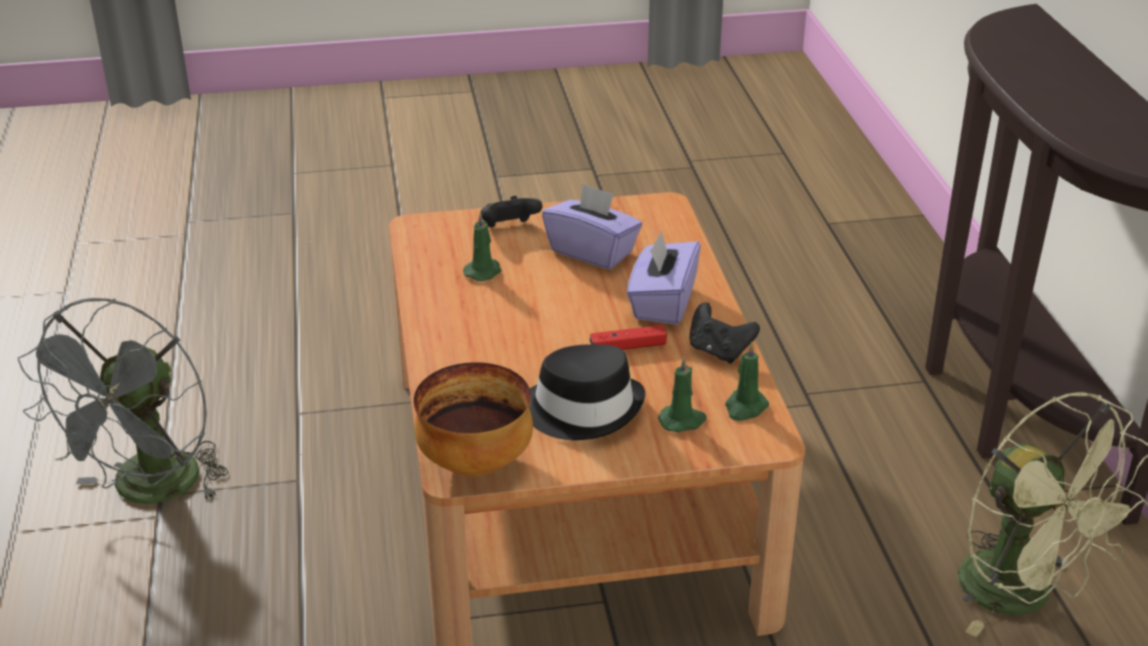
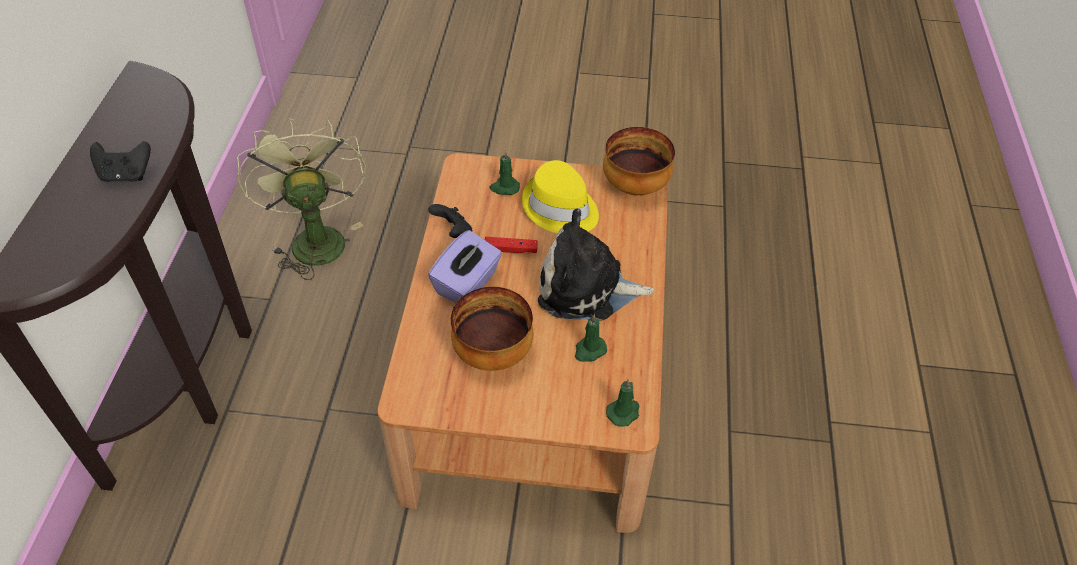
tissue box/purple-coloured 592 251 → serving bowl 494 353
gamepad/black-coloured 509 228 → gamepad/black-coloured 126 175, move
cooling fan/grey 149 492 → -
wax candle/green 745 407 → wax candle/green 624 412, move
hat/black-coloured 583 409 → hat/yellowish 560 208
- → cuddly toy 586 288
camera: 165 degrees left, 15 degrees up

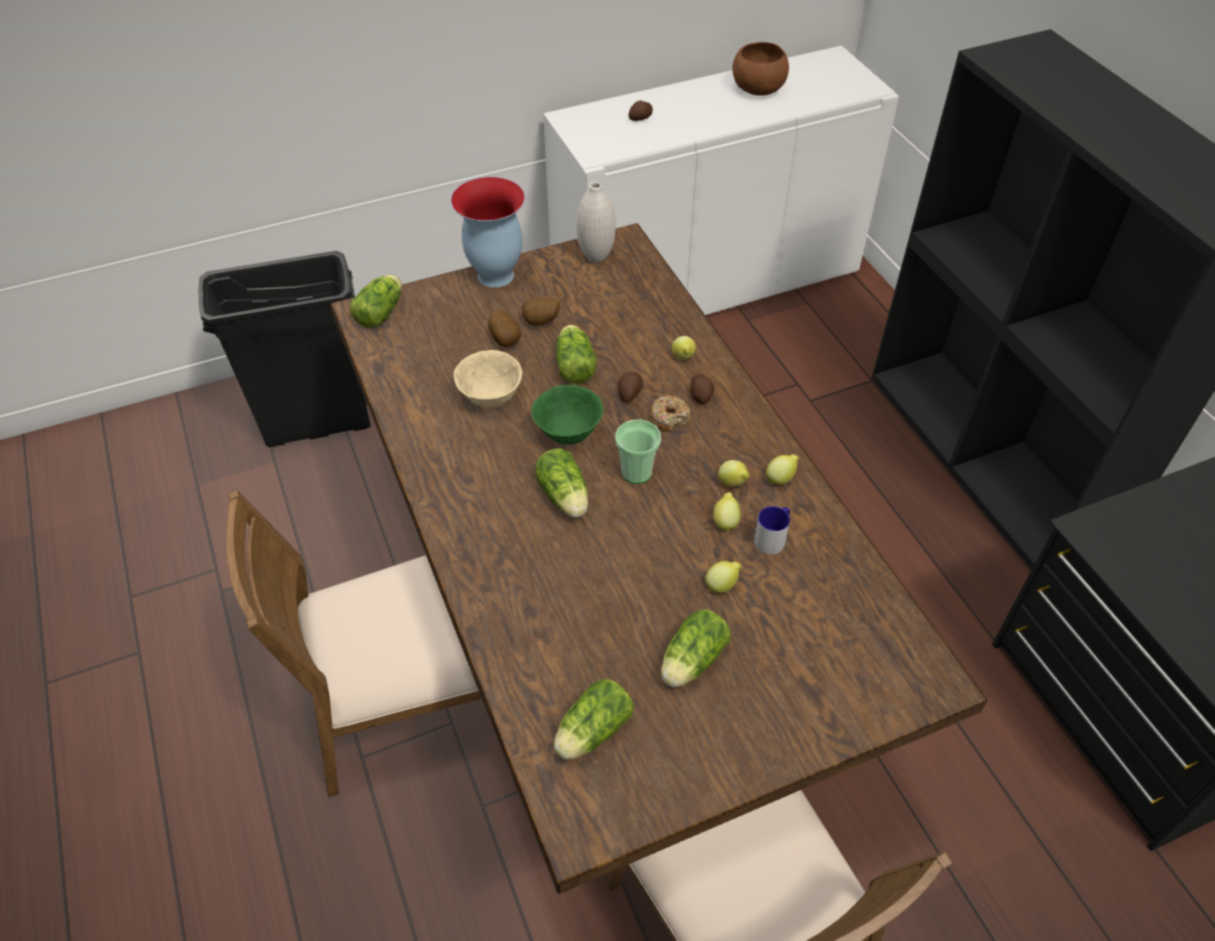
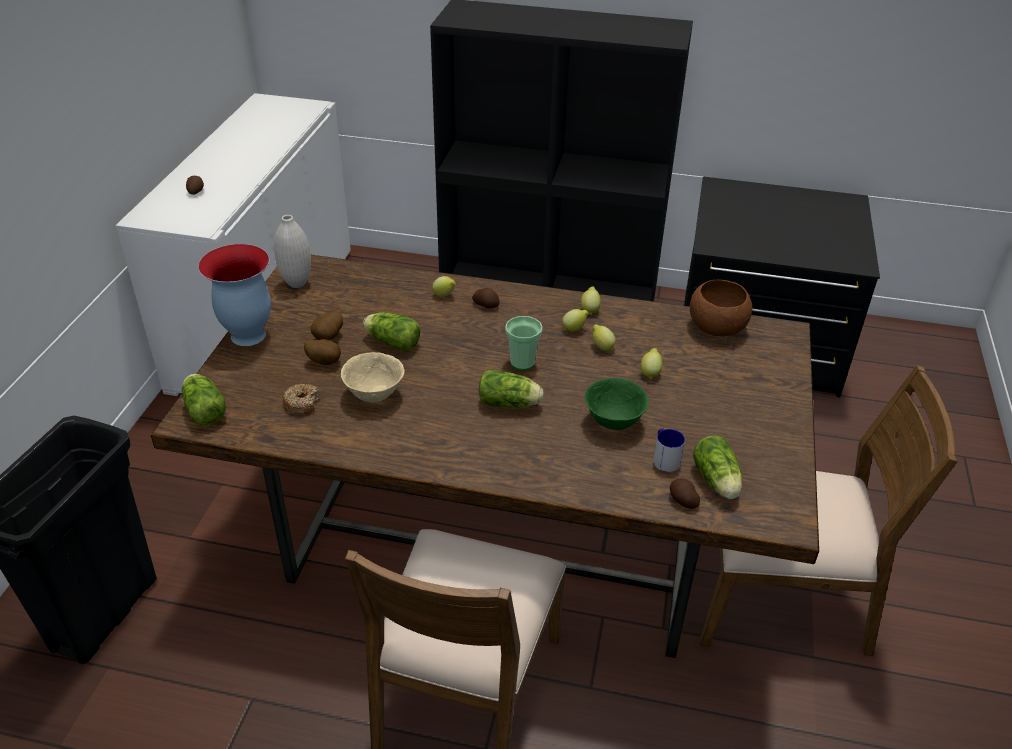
serving bowl/brown 758 89 → serving bowl/brown 717 327, move
potato 629 393 → potato 682 500, move
serving bowl/green 567 433 → serving bowl/green 613 422, move
donut 669 418 → donut 302 403, move
coffee mug 773 537 → coffee mug 664 458, move
lettuce head 690 662 → -
camera: 55 degrees left, 10 degrees down

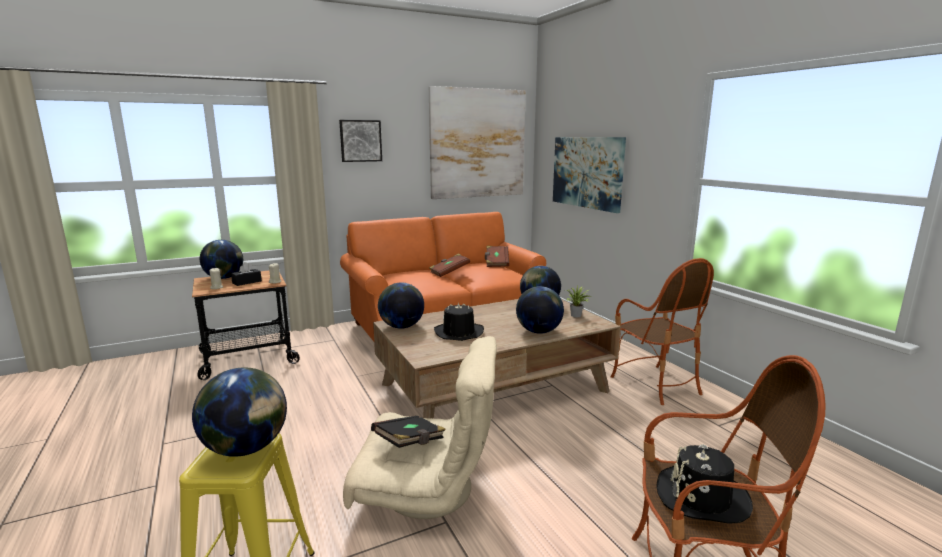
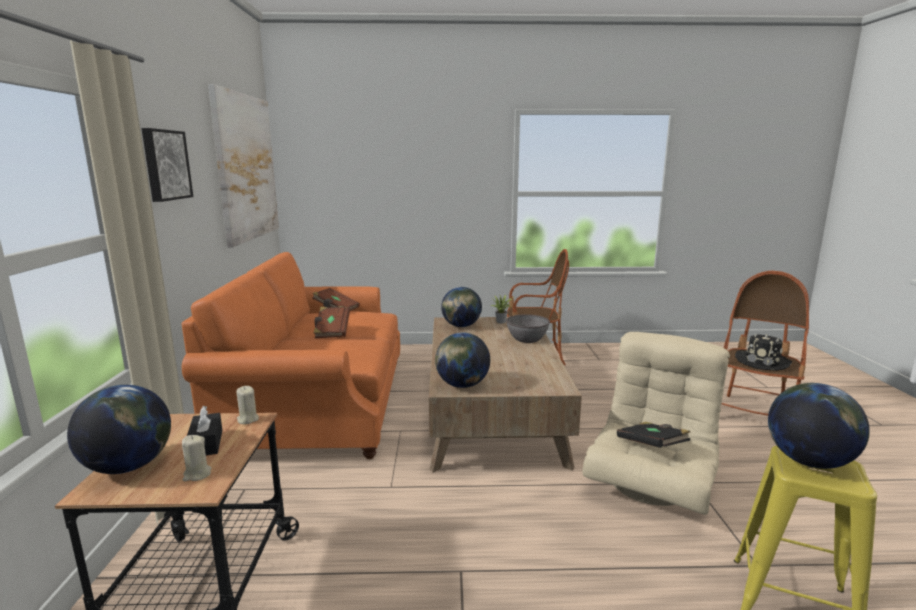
wall picture 587 172 → -
world globe 538 331 → serving bowl/grey 527 339
hat/black-coloured 458 333 → -
camera: 65 degrees left, 0 degrees up

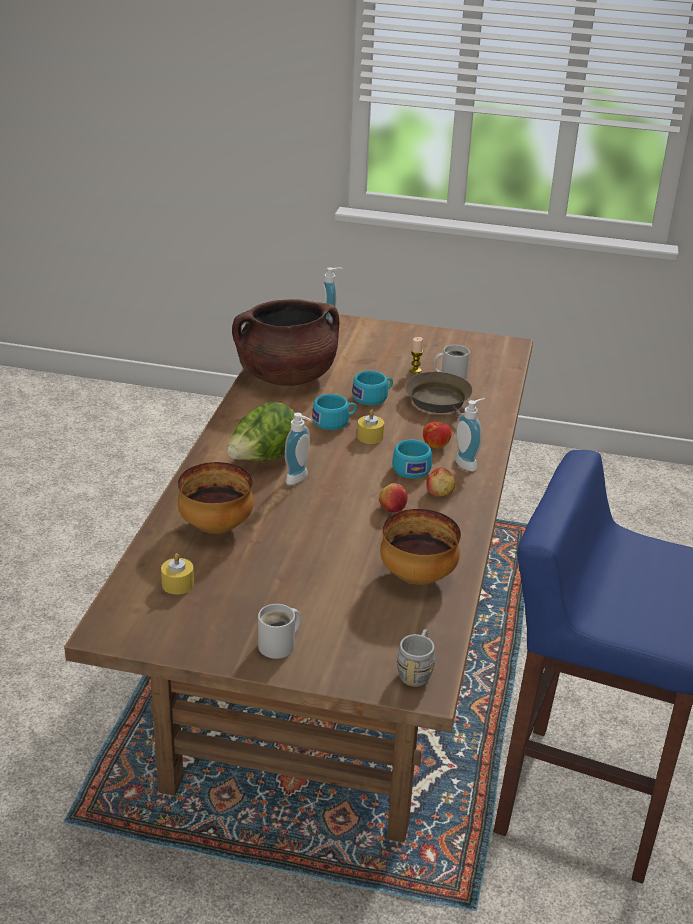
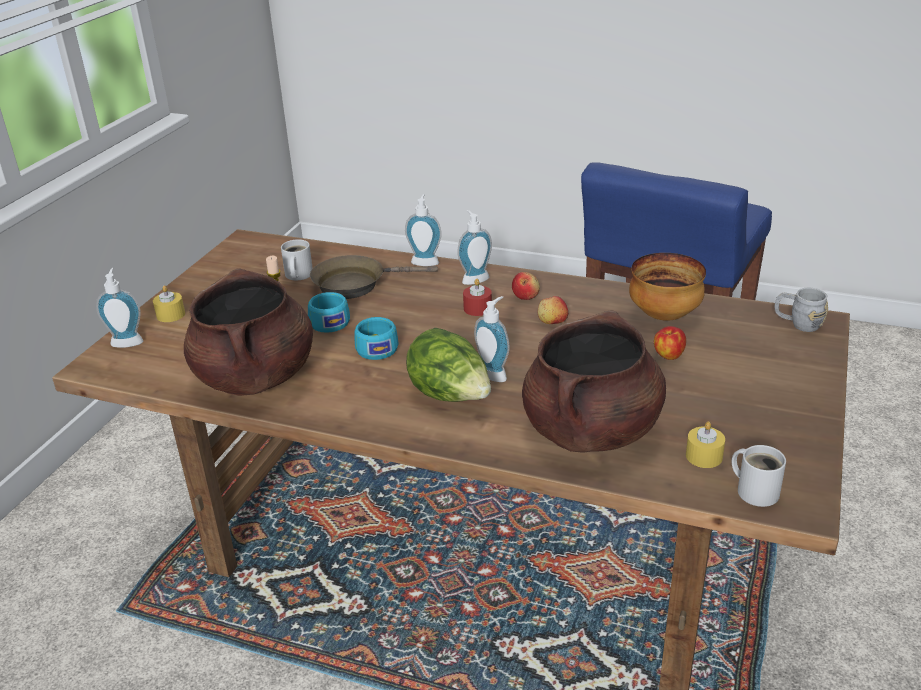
wax candle/yellowish 370 437 → wax candle/yellowish 170 315, move
whole apple 436 445 → whole apple 668 355, move
drinking cup/turquoise 410 467 → wax candle/red-coloured 477 308
serving bowl 215 527 → stockpot/brown 591 431
coffee mug/white 280 645 → coffee mug/white 755 490, move
- → soap dispenser 425 261
camera: 80 degrees left, 0 degrees up

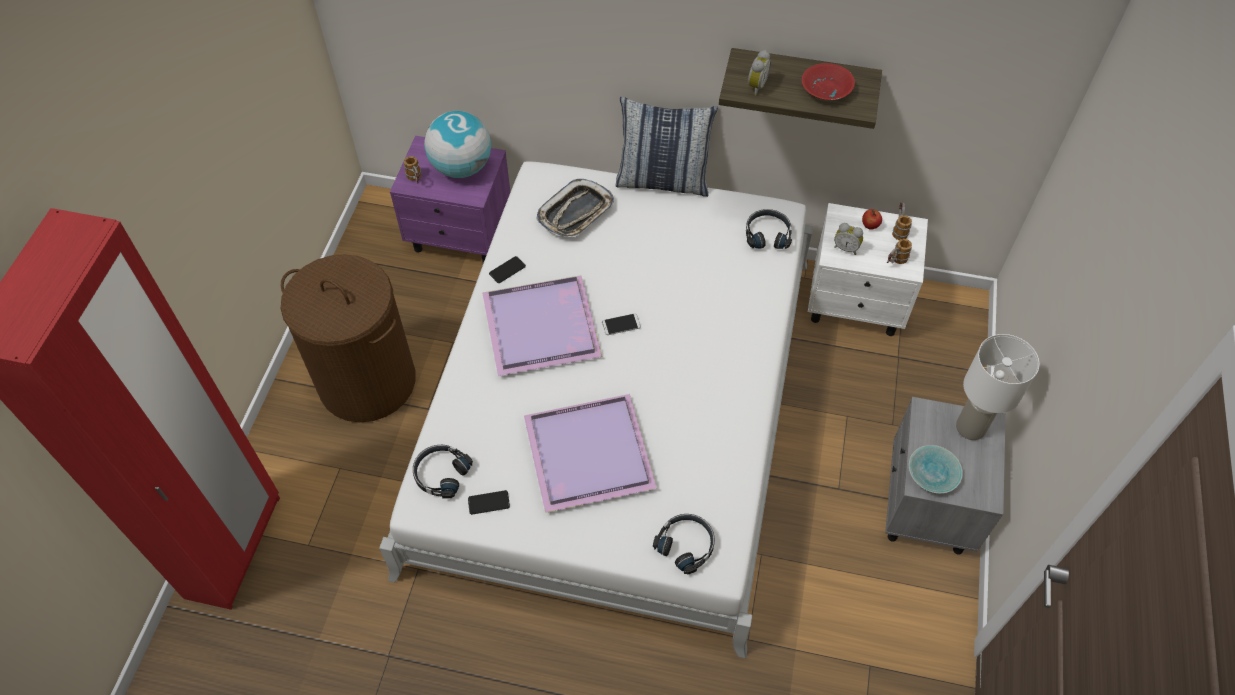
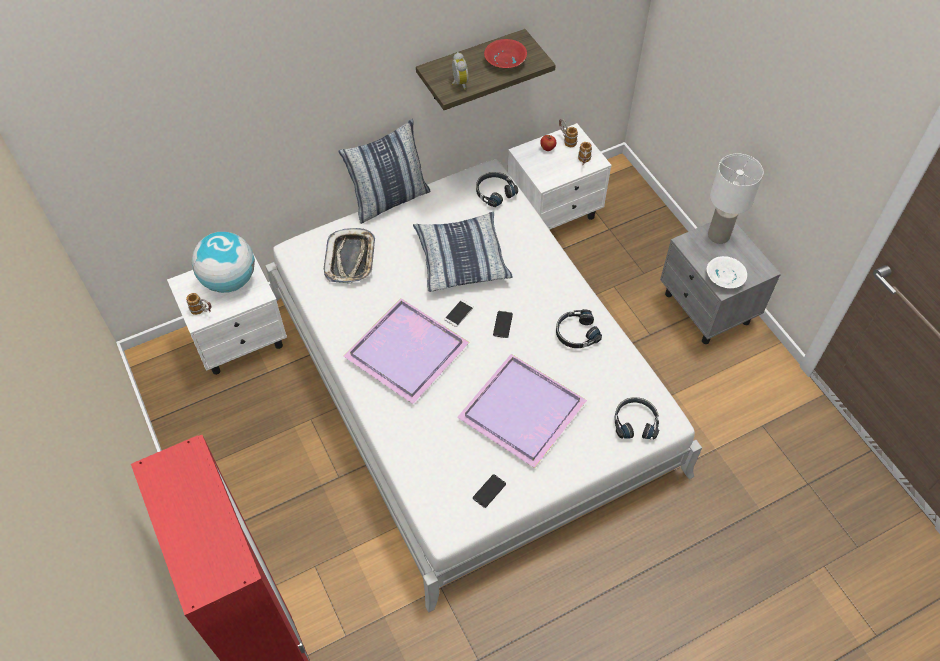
night table/purple-coloured 461 235 → night table/white 240 339
bedside clock 846 248 → -
hamper/brown 366 382 → -
telephone 507 270 → telephone 502 324, move
headphones/black-coloured 441 474 → headphones/black-coloured 576 333, move
serving bowl/turquoise 933 473 → serving bowl/white 724 276
- → cushion 461 258
camera: 40 degrees left, 0 degrees up

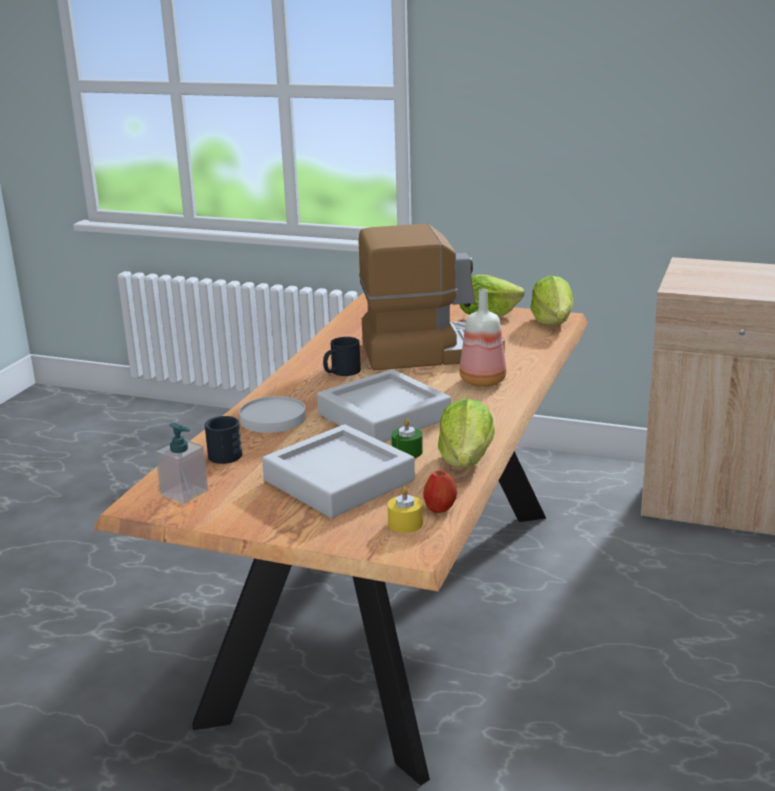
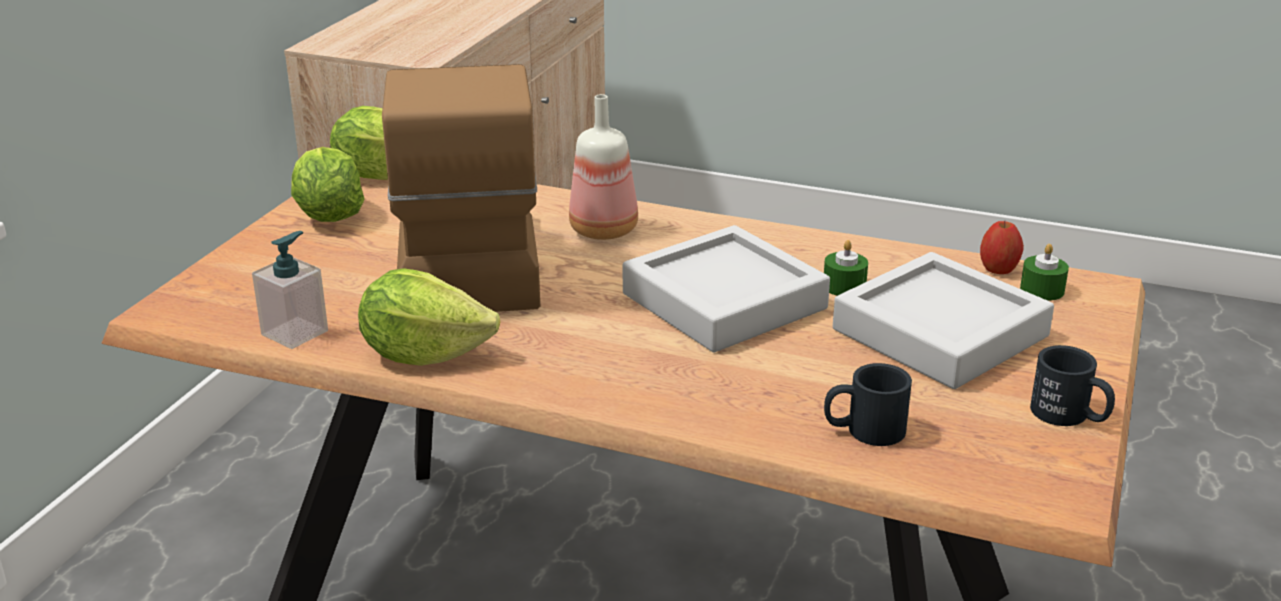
coffee mug/black-coloured 341 372 → coffee mug/black-coloured 1070 416, move
flat dish/white 272 418 → -
lettuce head 466 460 → lettuce head 424 354, move
soap dispenser 184 493 → soap dispenser 295 332, move
wax candle/yellowish 405 523 → wax candle/green 1042 290
camera: 90 degrees left, 5 degrees up

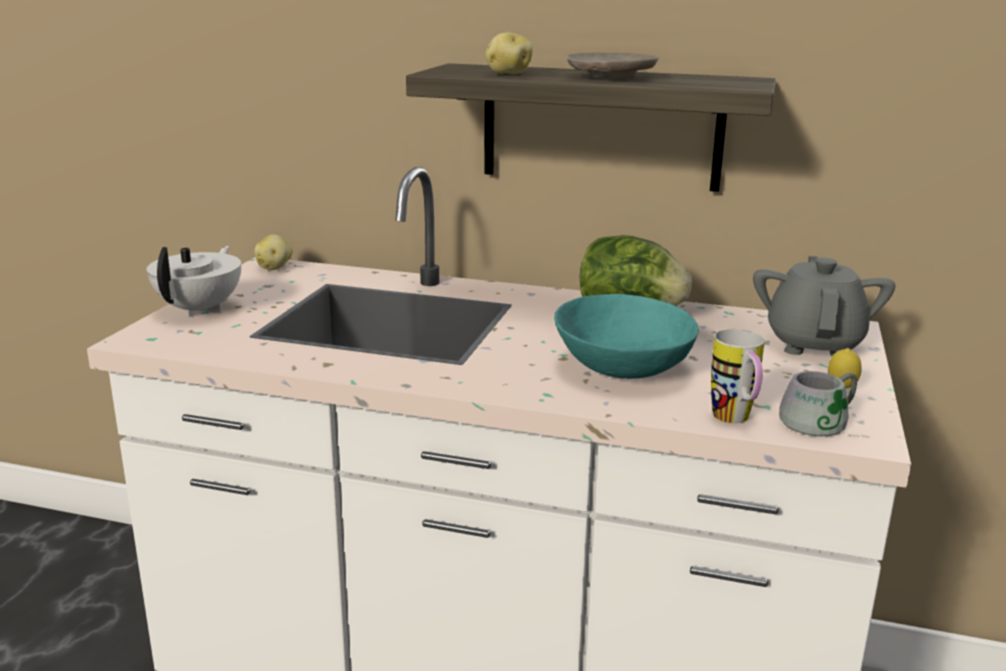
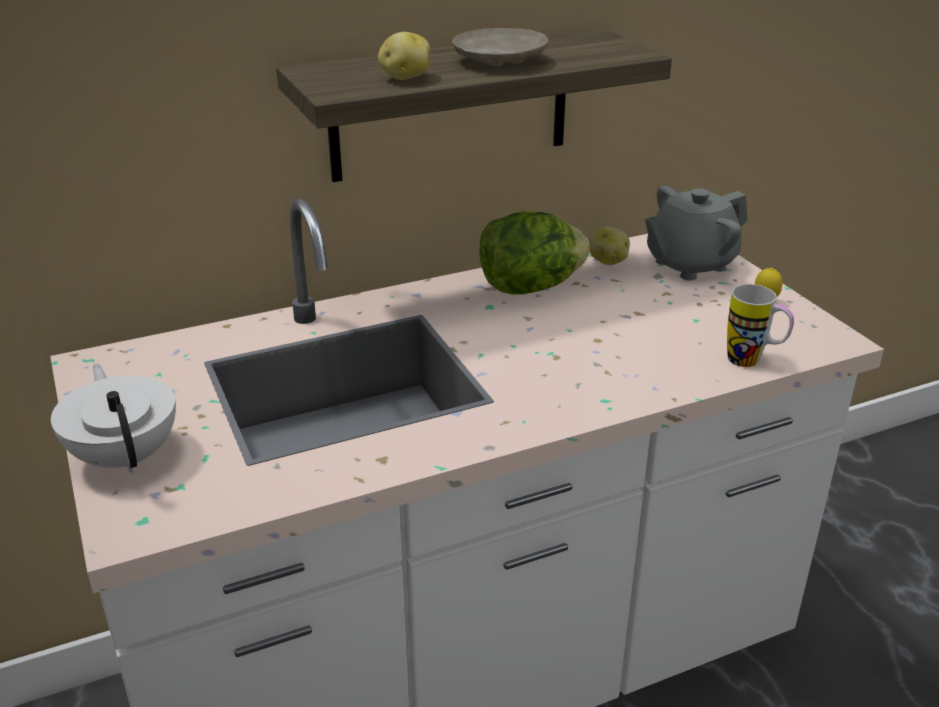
potato 275 267 → potato 608 261, move
teapot/grey 814 344 → teapot/grey 689 264, 90 degrees counterclockwise
serving bowl/turquoise 620 367 → -
coffee mug/grey 824 424 → -
camera: 40 degrees left, 10 degrees up

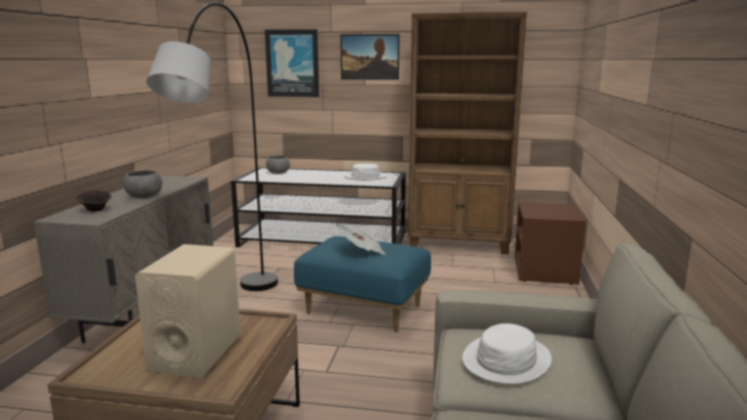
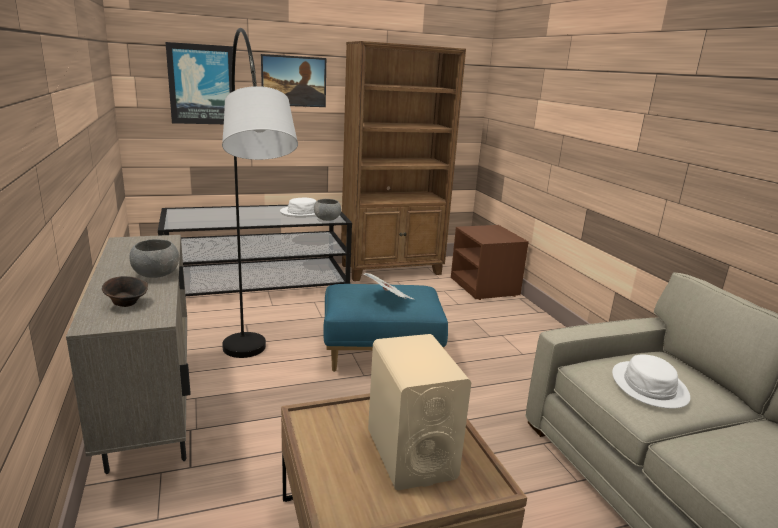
serving bowl/grey 278 173 → serving bowl/grey 327 219, move
camera: 30 degrees left, 5 degrees up

